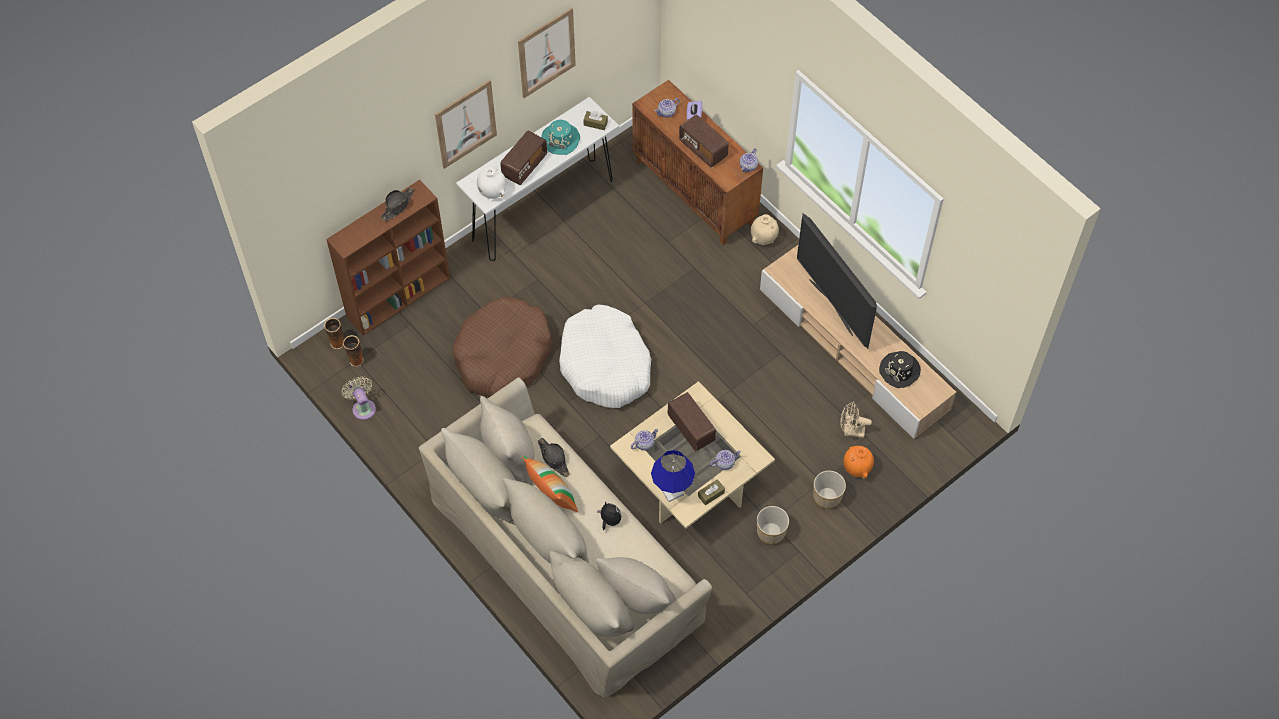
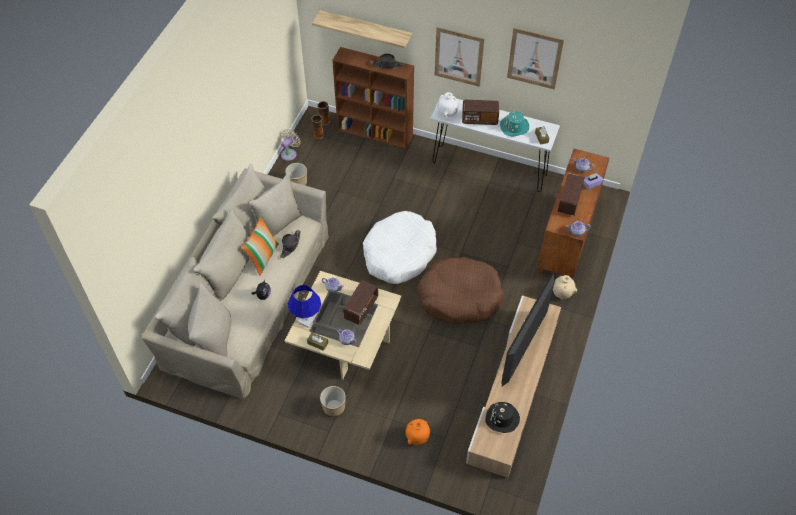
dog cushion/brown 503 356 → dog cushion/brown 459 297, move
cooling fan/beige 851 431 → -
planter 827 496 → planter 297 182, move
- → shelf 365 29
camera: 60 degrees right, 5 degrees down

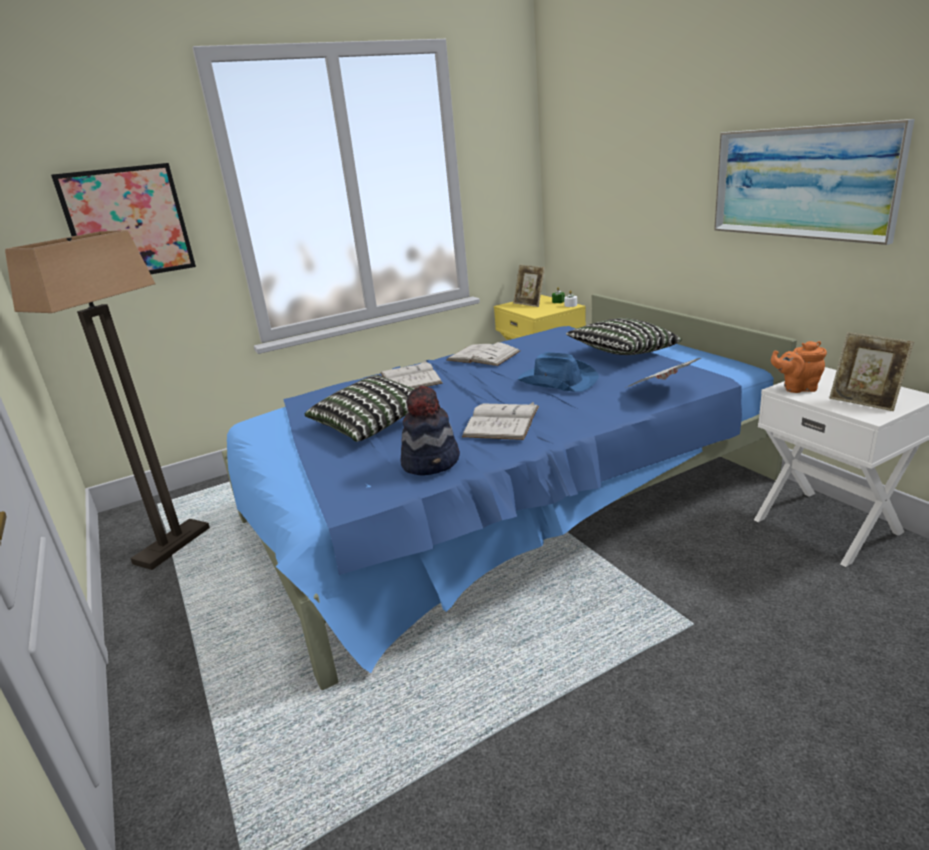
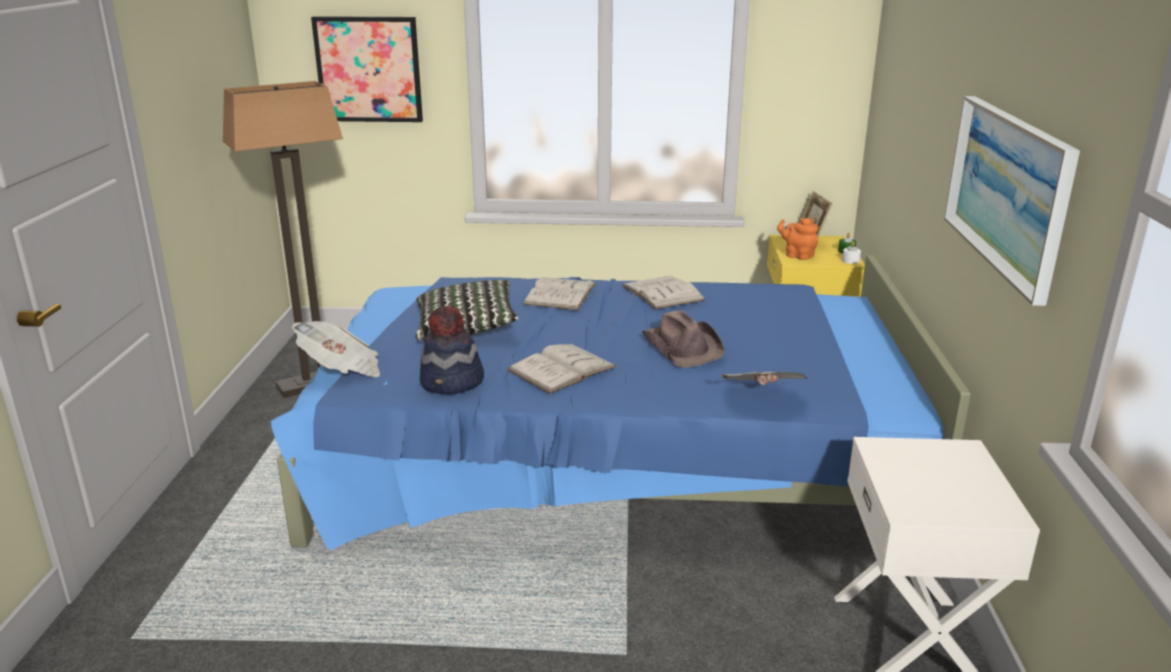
cushion 622 354 → -
photo frame 864 401 → -
teapot/orangey 797 388 → teapot/orangey 797 255, move
hat/bluish 557 381 → hat/brown 682 347
- → daily paper 342 370
camera: 30 degrees right, 0 degrees up

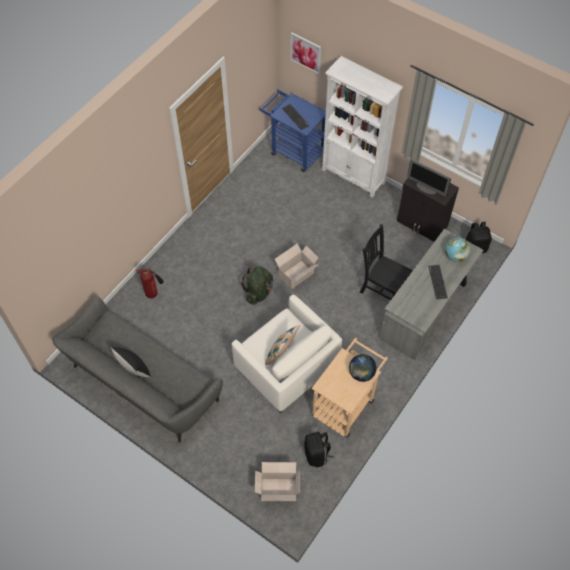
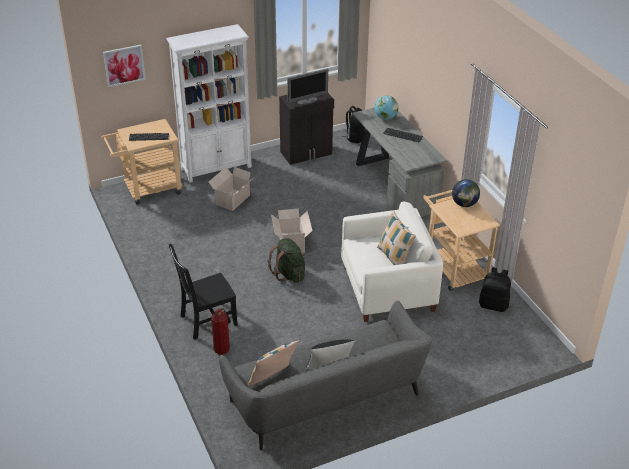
trolley/bluish 293 150 → trolley/beige 147 190
chair/black-coloured 382 288 → chair/black-coloured 206 321, move
carton 277 489 → carton 232 200, move
- → cushion 273 380
camera: 60 degrees left, 20 degrees down

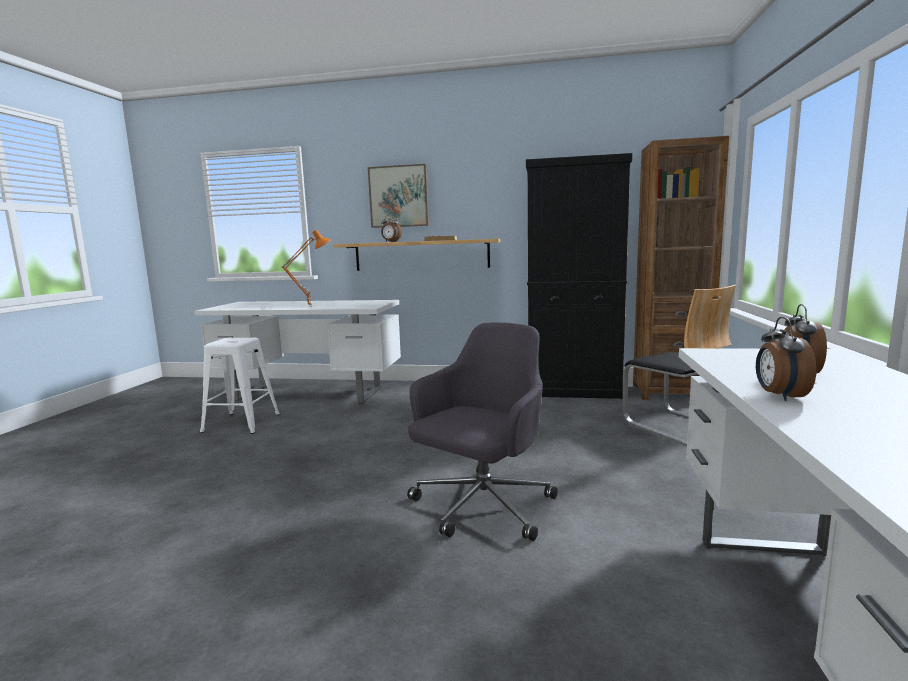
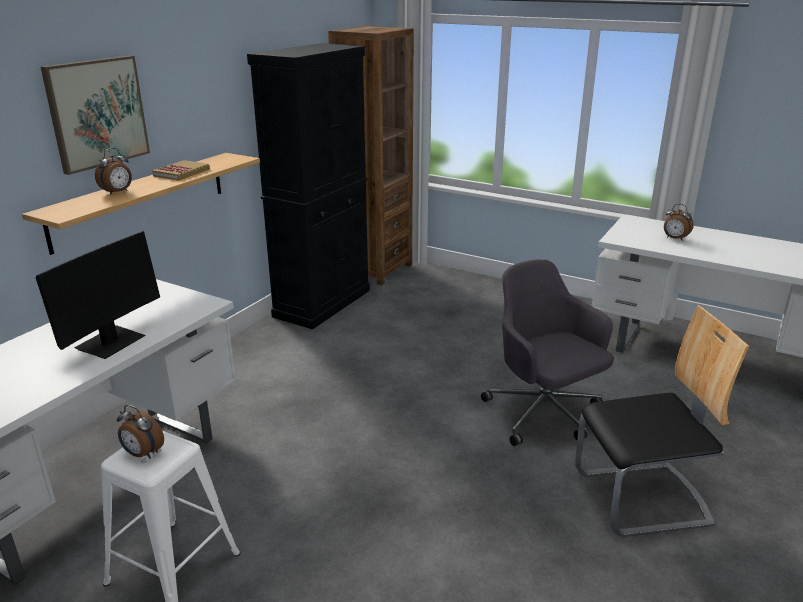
lamp for a table/orangey 310 306 → computer screen 111 343
chair 676 426 → chair 642 499, move
bedside clock 779 396 → bedside clock 142 454, move
camera: 70 degrees left, 15 degrees up

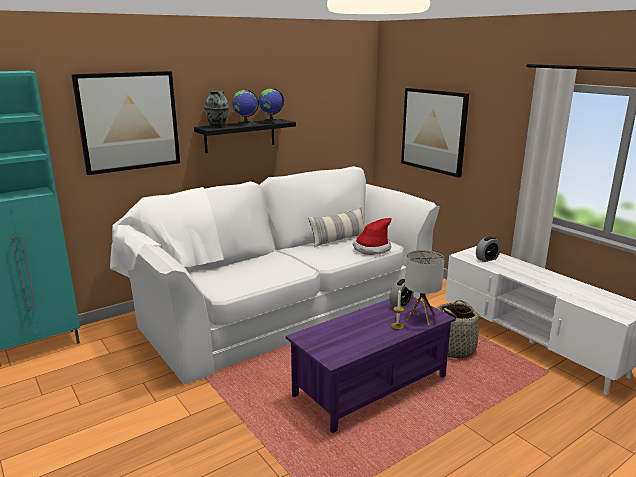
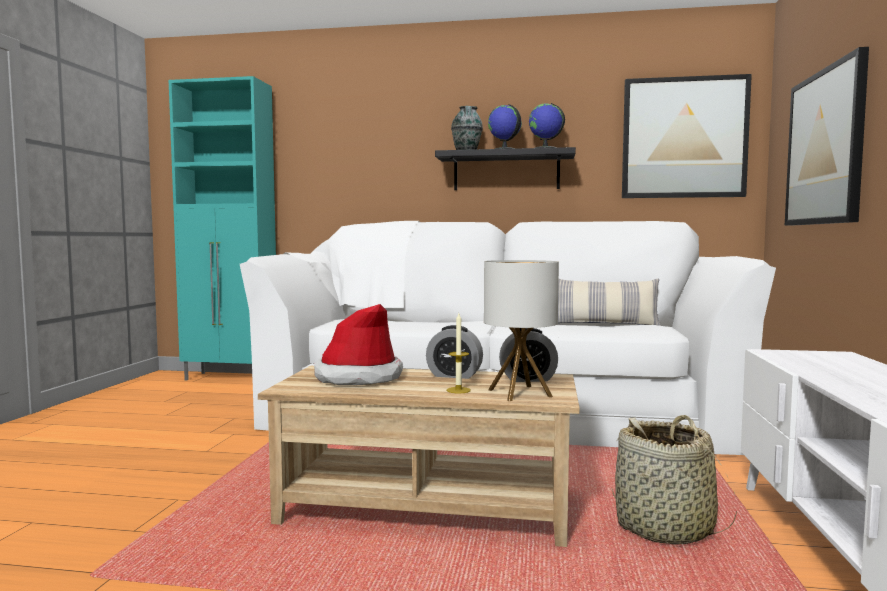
wall picture 129 121 → wall picture 684 138, move
hat 371 248 → hat 358 377, move
bedside clock 487 259 → bedside clock 454 375, move
low table/purple-coloured 370 385 → low table/beige 426 507
camera: 45 degrees right, 15 degrees down

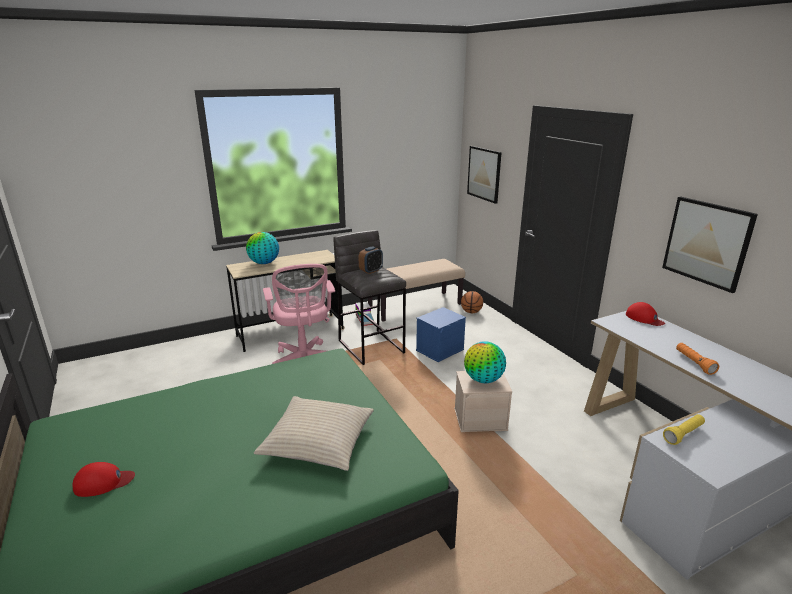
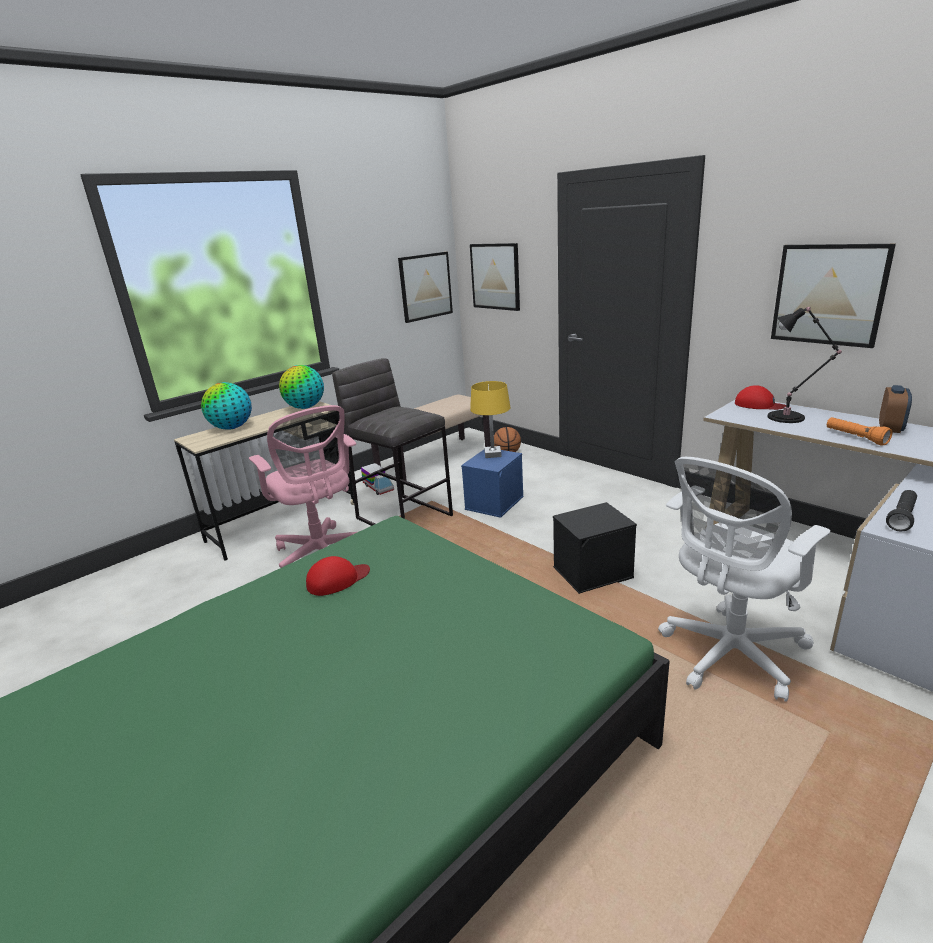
bedside clock 371 271 → bedside clock 890 428, move
world globe 483 380 → world globe 305 407, move
storage box/beige 480 419 → storage box/black-coloured 593 572
cushion/beige 318 441 → -
torch/yellowish 683 434 → torch/black-coloured 901 518
cap/red-coloured 103 482 → cap/red-coloured 337 580, move
- → wall picture 425 286
- → lamp for a table/black-coloured 789 417
- → lamp for a table/yellowish 492 454
- → computer chair/white 728 655
camera: 15 degrees left, 0 degrees up

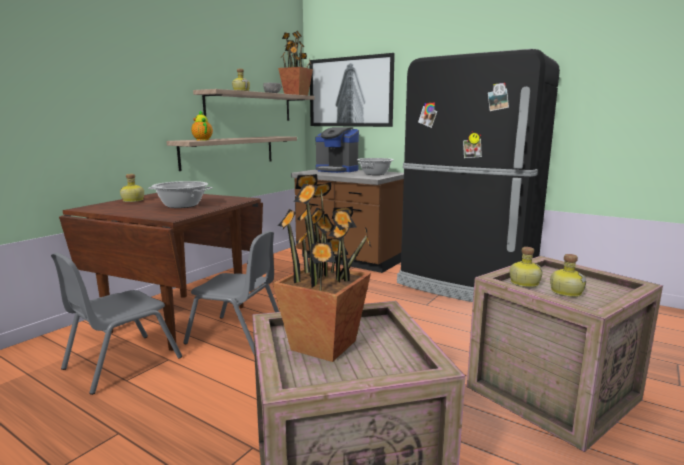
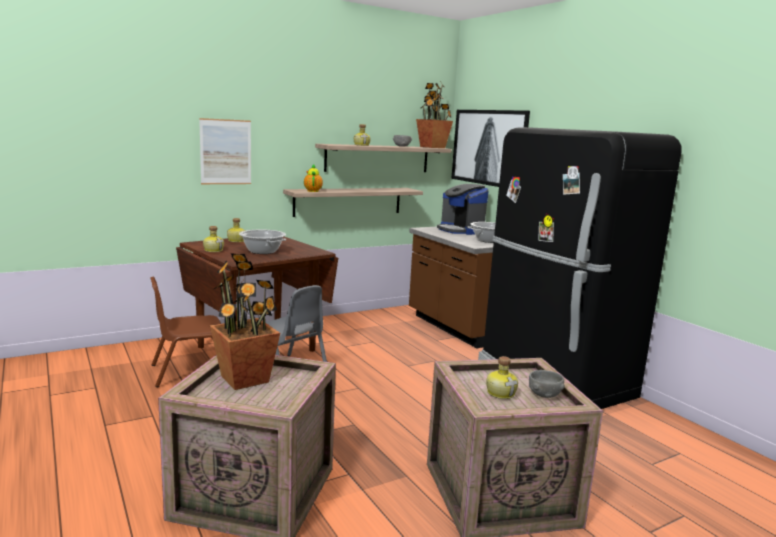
drink bottle 523 283 → drink bottle 213 250, move
chair/grey 121 363 → chair/brown 191 371
- → wall picture 225 152
- → serving bowl/grey 544 395
camera: 25 degrees right, 0 degrees up

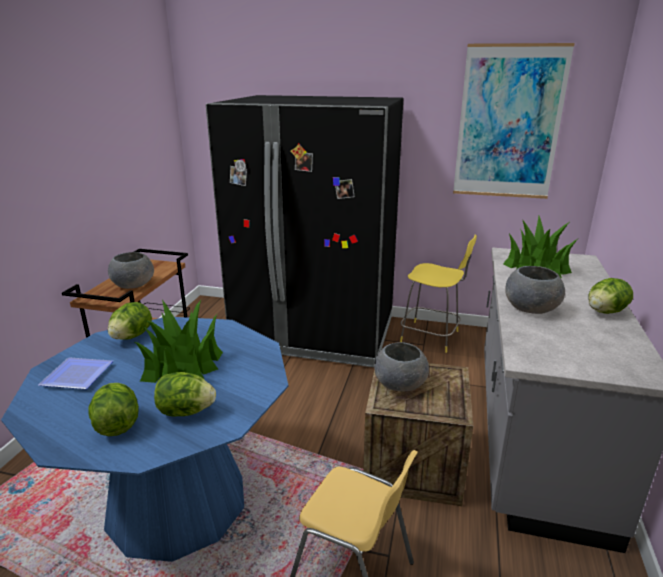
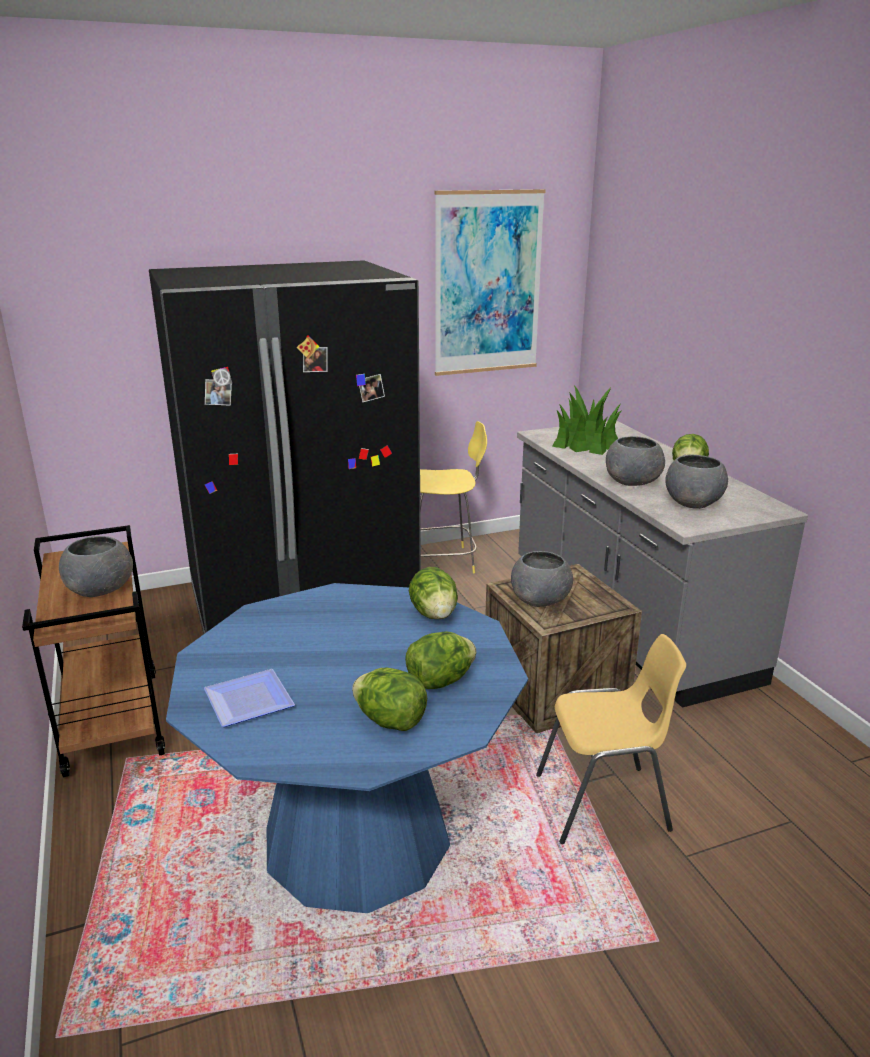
houseplant 183 367 → -
lettuce head 132 336 → lettuce head 434 614, move
- → serving bowl/grey 693 502
camera: 35 degrees left, 0 degrees up

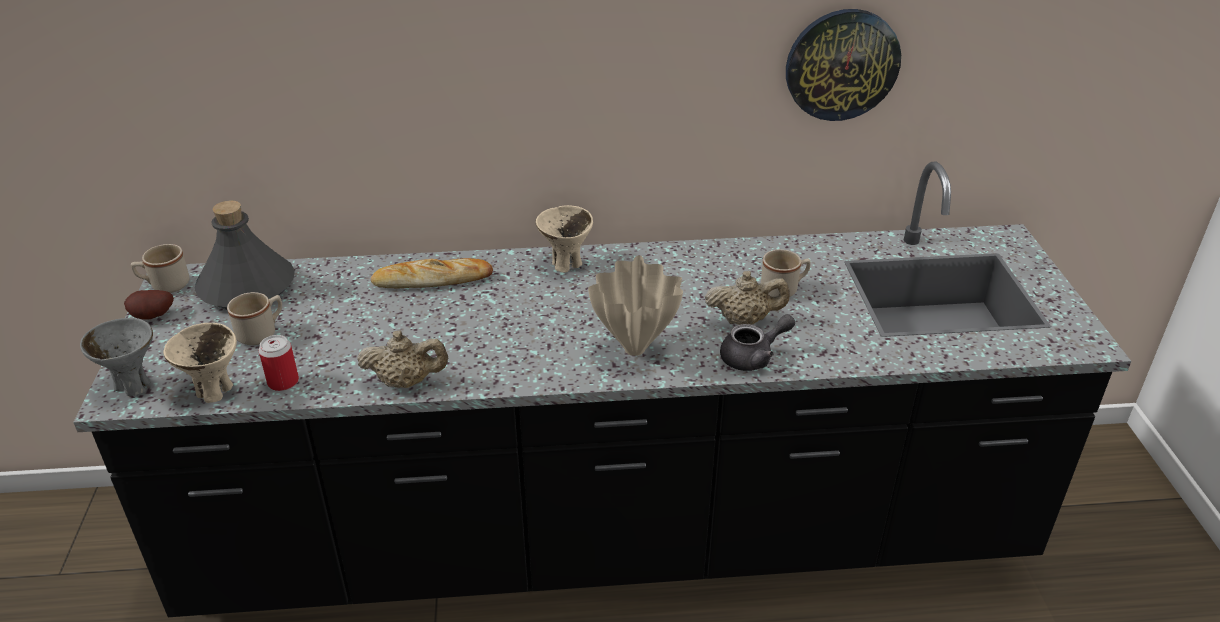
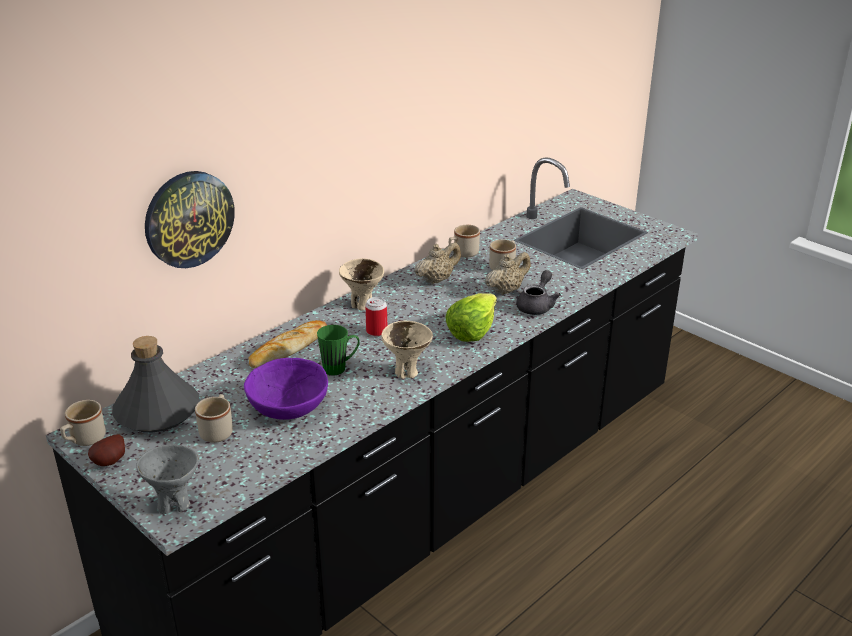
wall clock 841 64 → wall clock 188 219, move
flower vase/beige 634 350 → lettuce head 471 331
serving bowl/beige 215 392 → serving bowl/beige 407 372, move
teapot/beige 406 382 → teapot/beige 437 280, move
can 283 382 → can 376 331, move
- → coffee mug/beige 463 253
- → coffee mug/green 340 368
- → serving bowl/purple-coloured 289 406
camera: 40 degrees left, 5 degrees down

